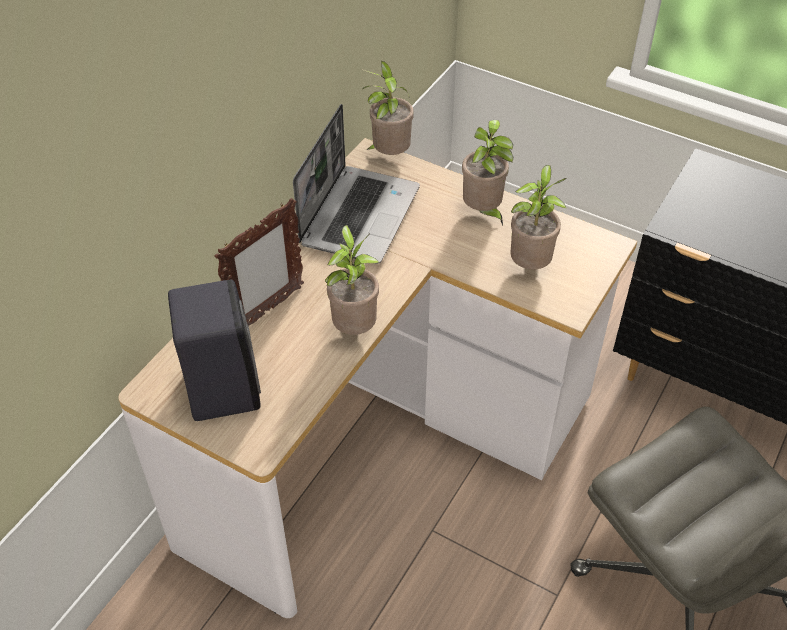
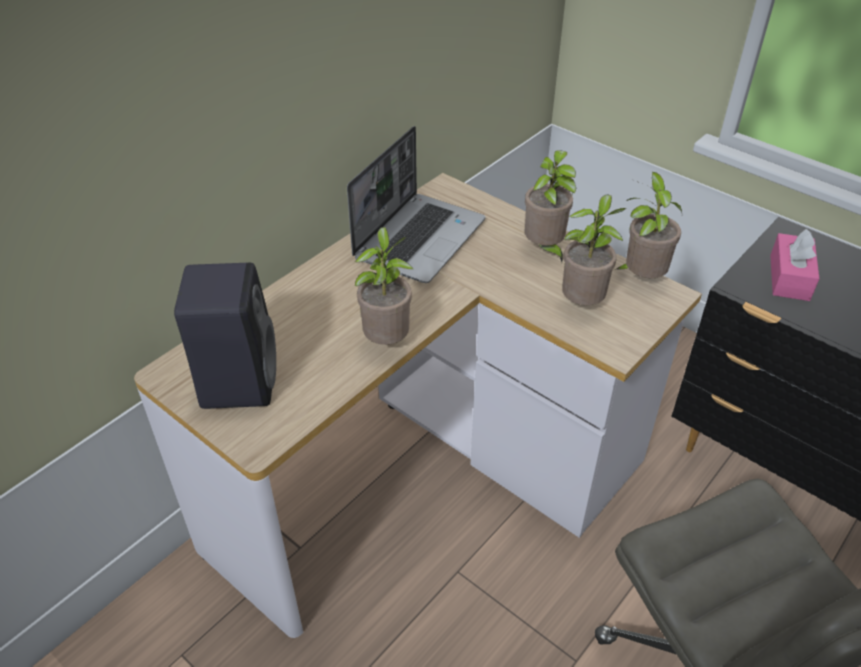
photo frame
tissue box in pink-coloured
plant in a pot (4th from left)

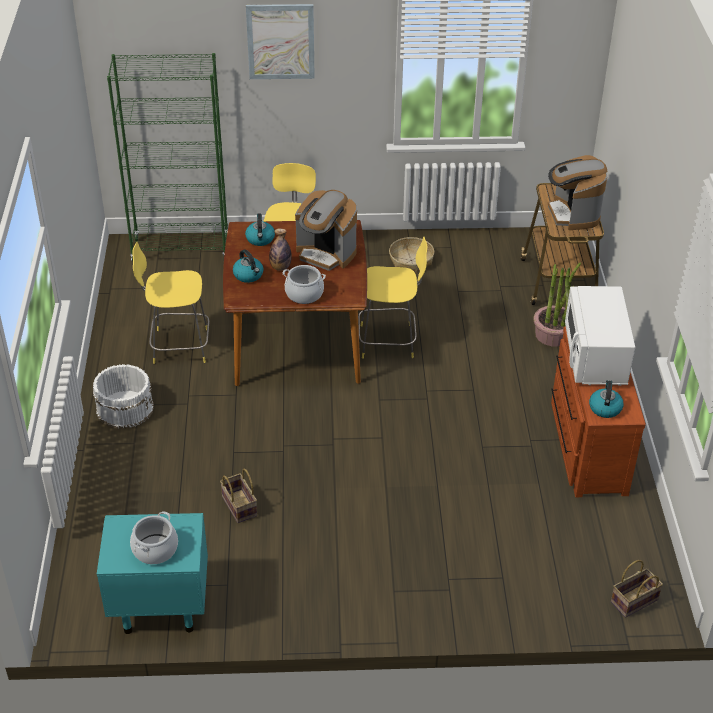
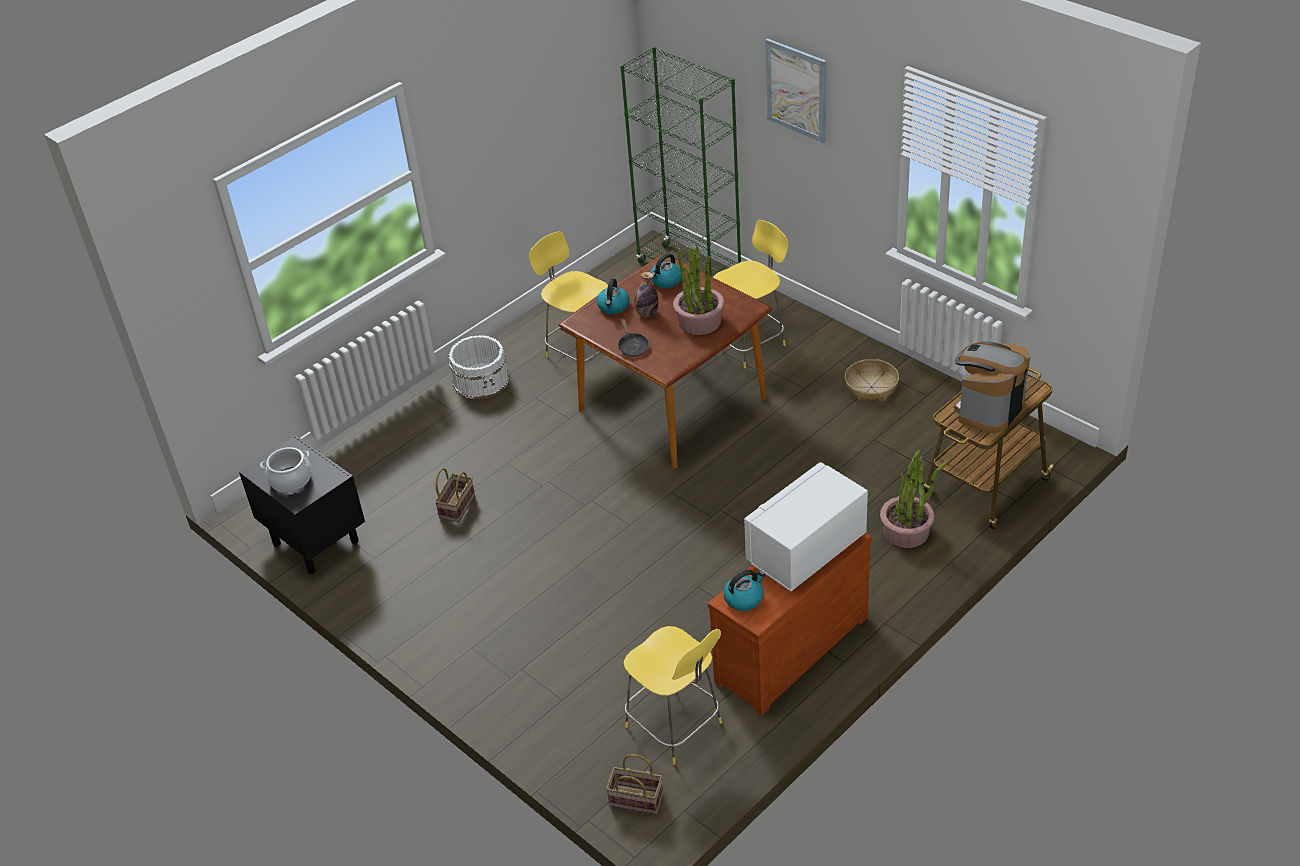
stool in yellowish (2nd from left)
skillet in black-coloured
plant in a pot (1st from left)
night table in black-coloured

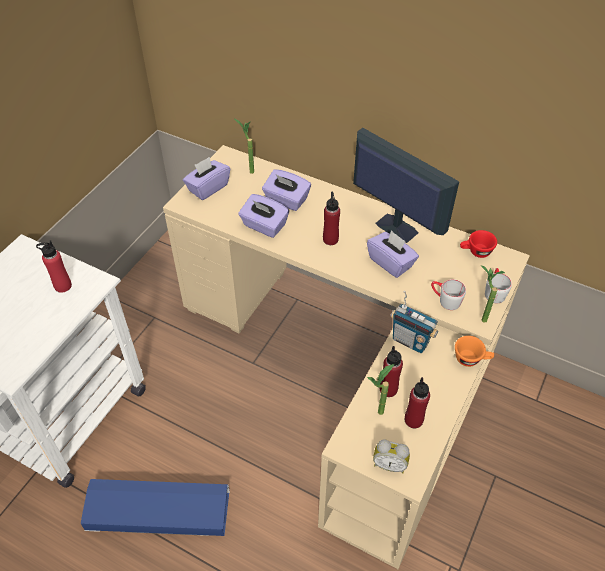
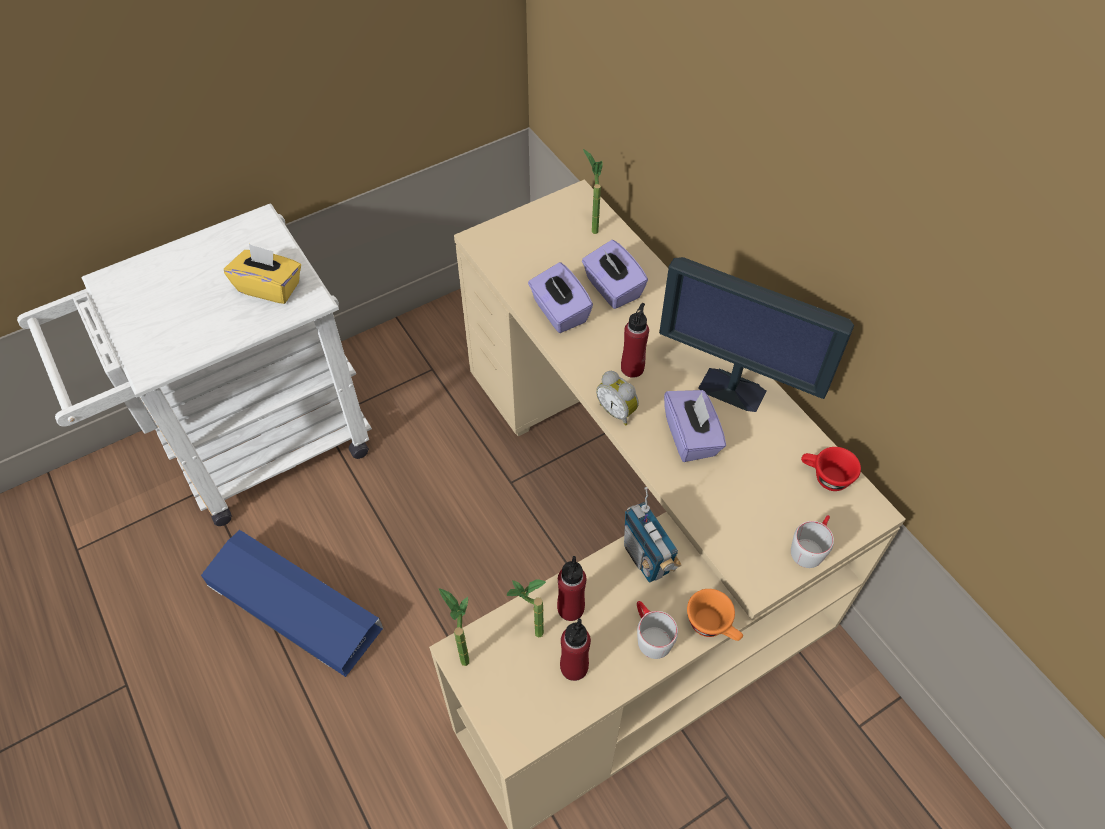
tissue box in purplish (1st from left in the first image)
bedside clock
coffee mug in gray (1st from left)
plant in a pot (1st from left)
tissue box in yellowish
computer screen

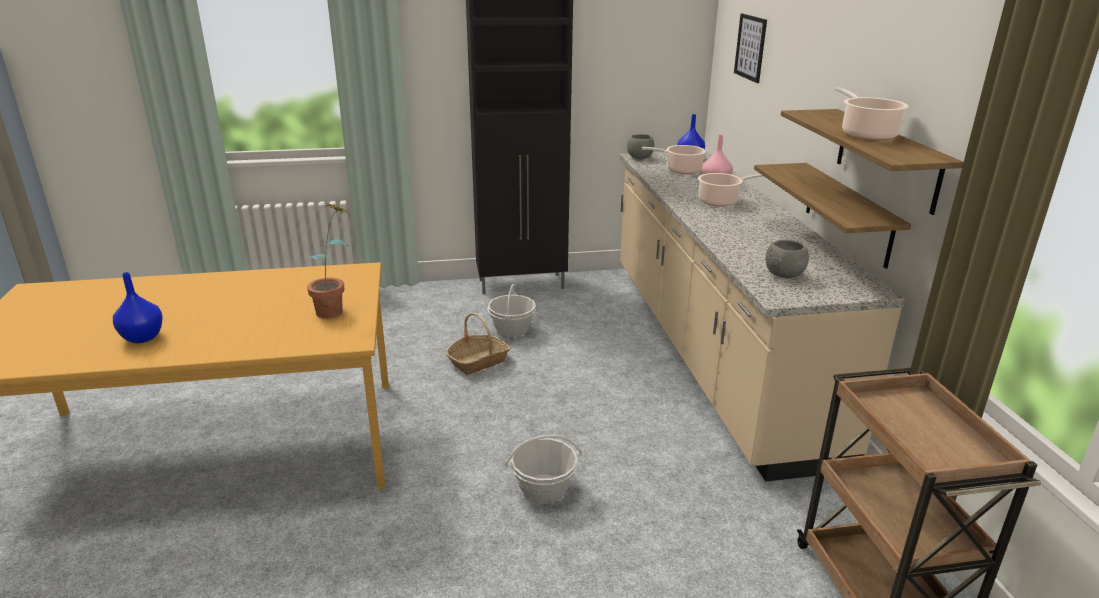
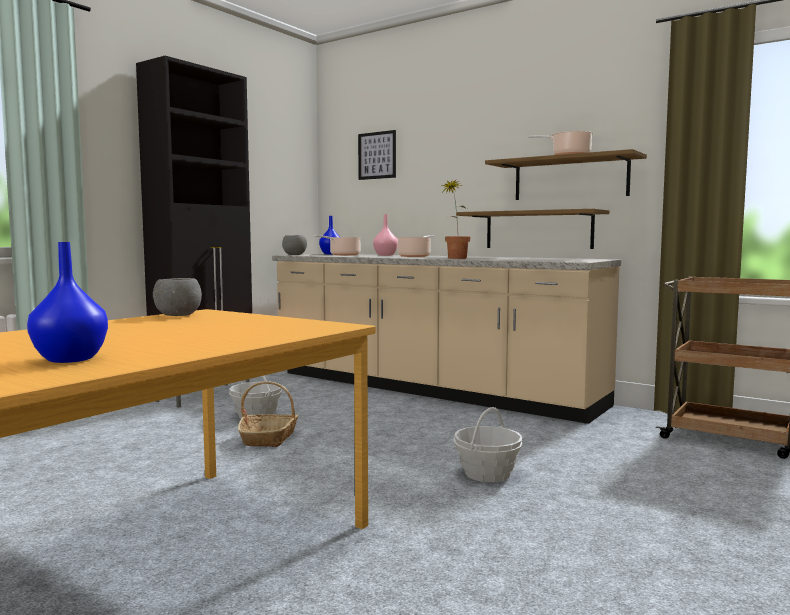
plant in a pot
deep dish in gray (1st from left)

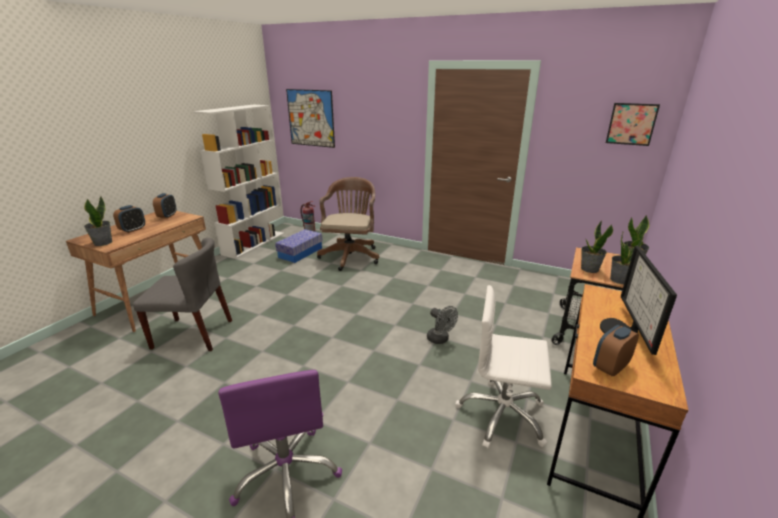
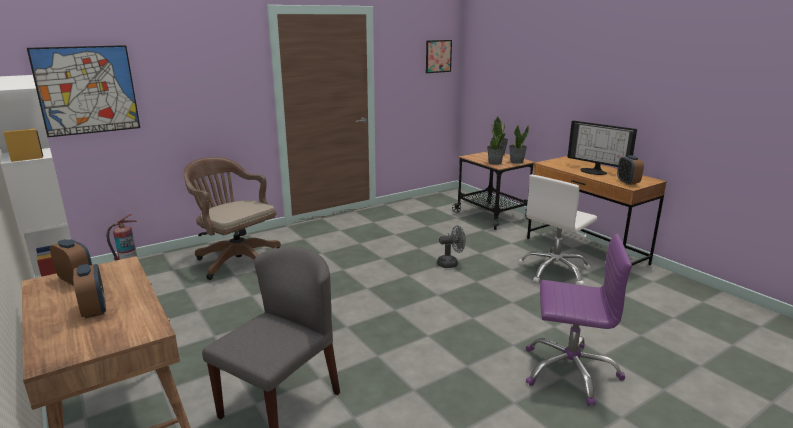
plant in a pot (1st from left in the first image)
storage container

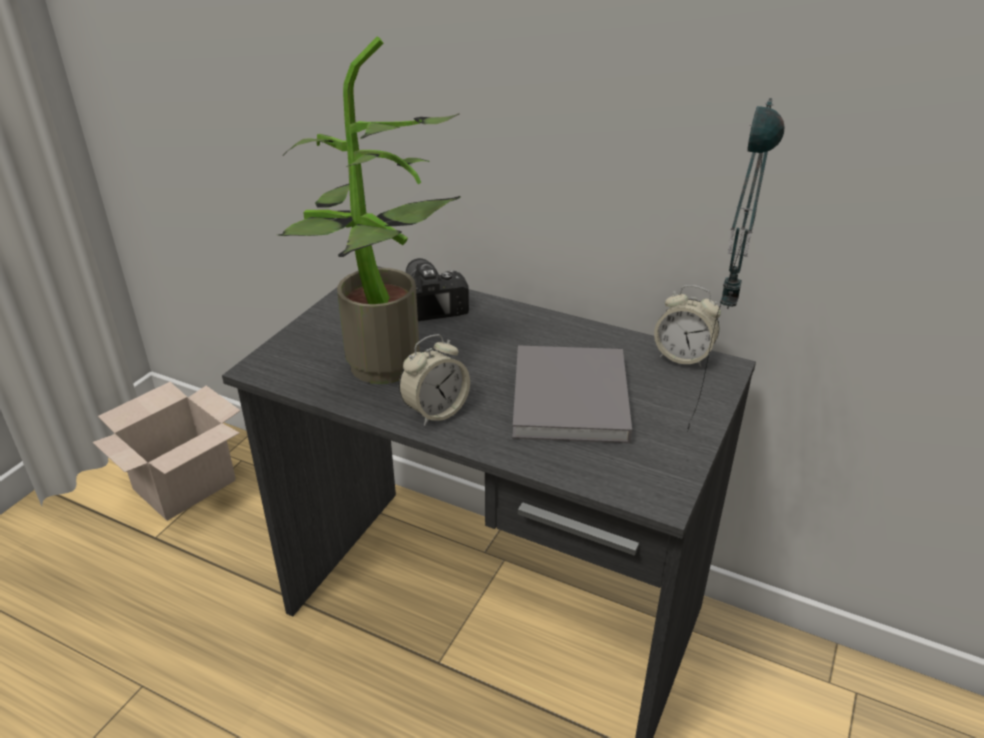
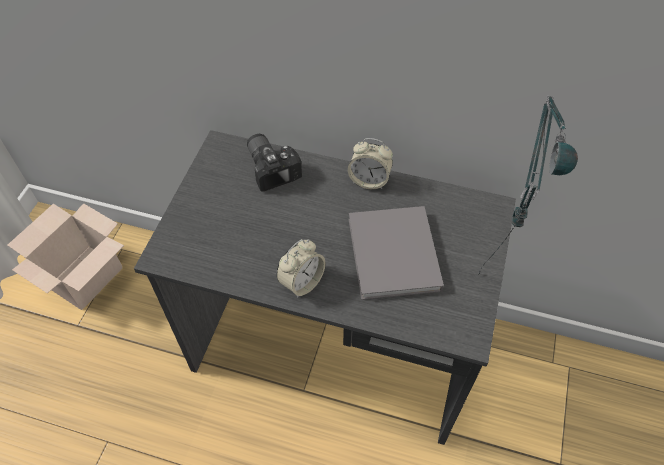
plant in a pot
bedside clock (2nd from left)

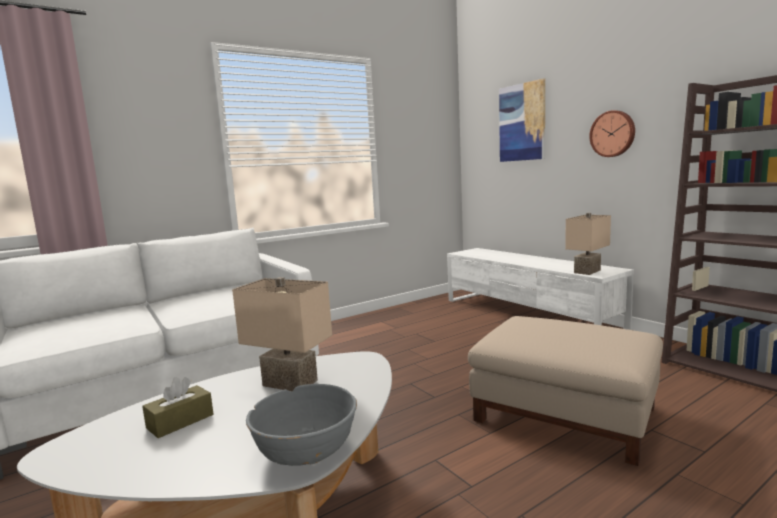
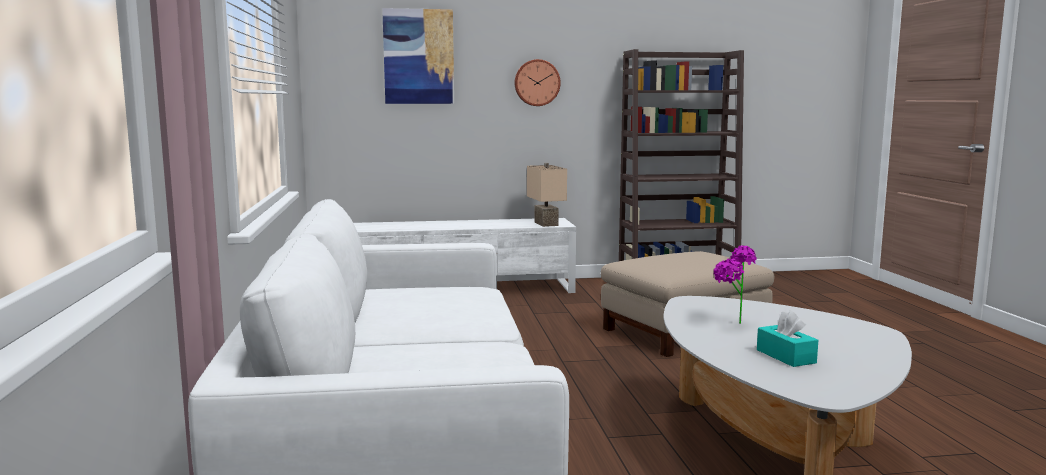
deep dish in gray
plant in a pot
tissue box in turquoise-coloured

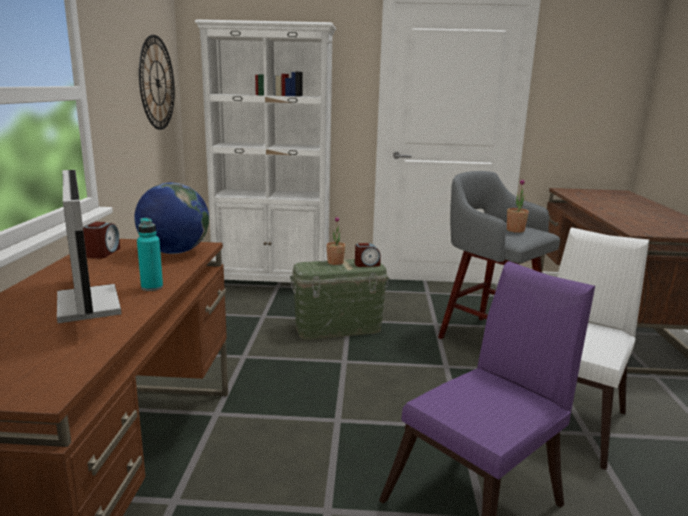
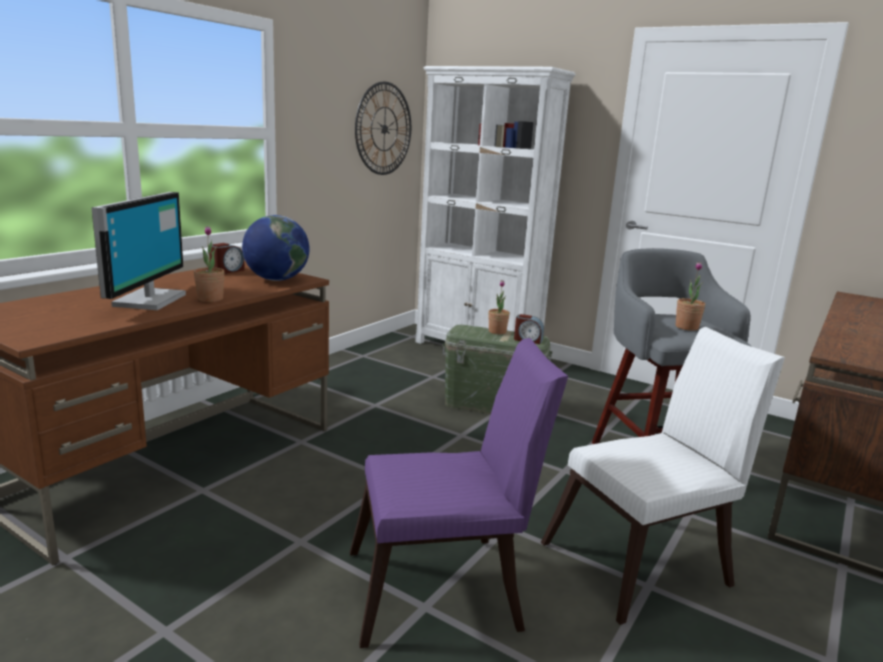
plant in a pot (1st from left)

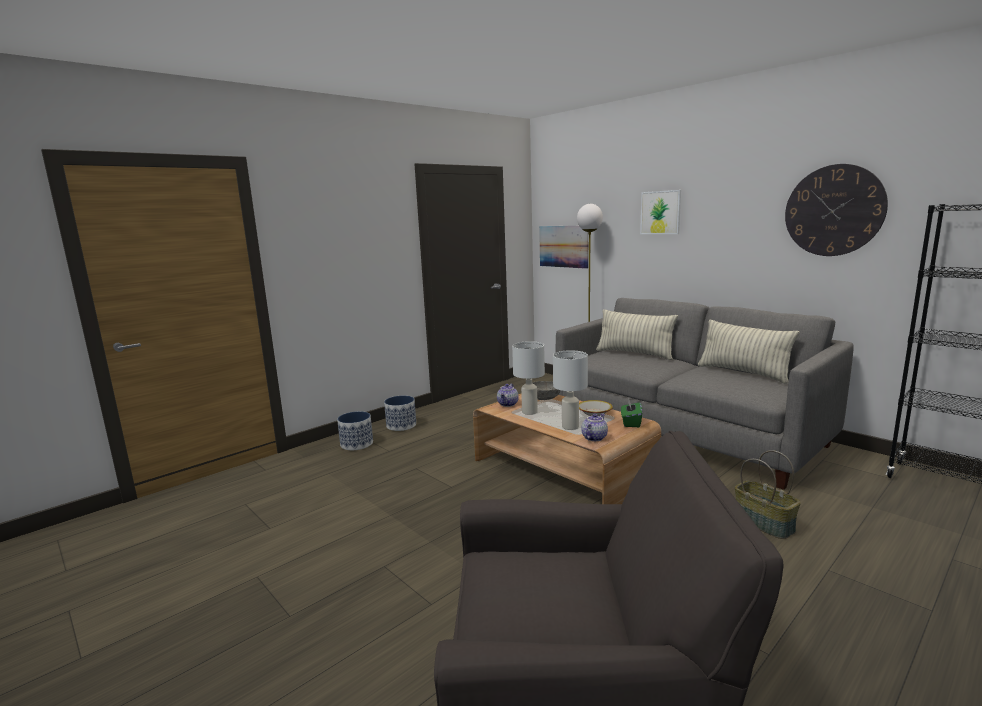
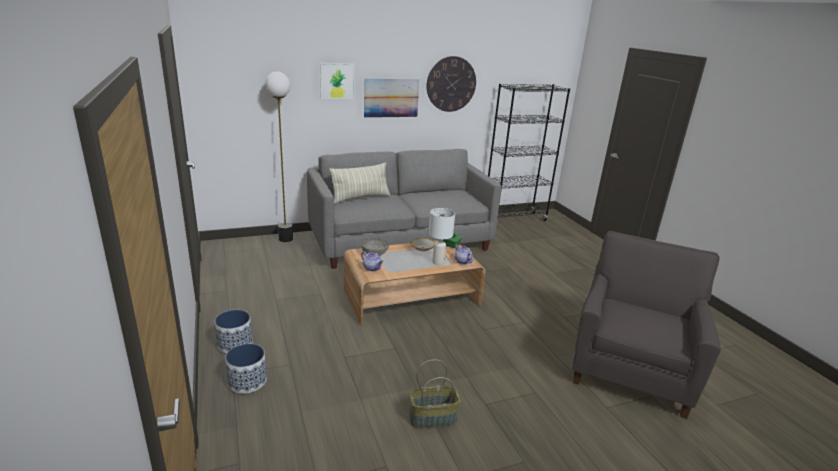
table lamp in white-coloured (1st from left in the first image)
cushion (2nd from left in the first image)
picture (2nd from left)
basket

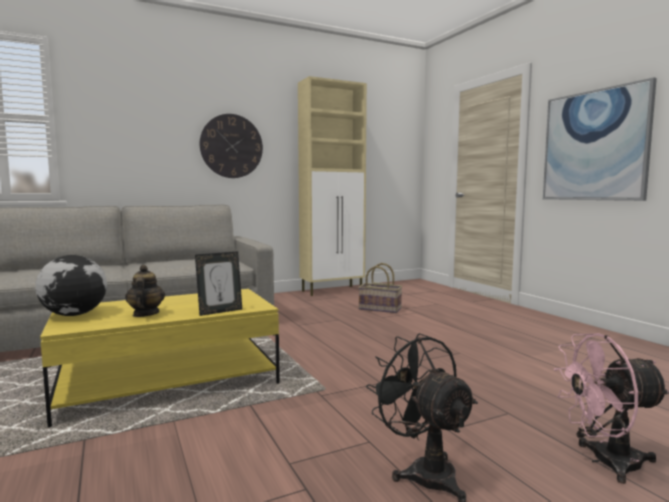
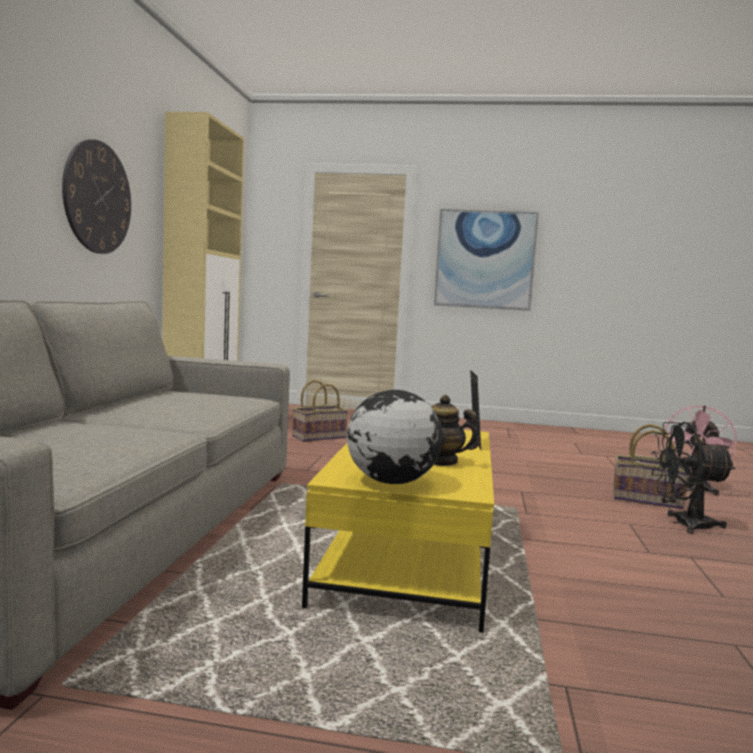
basket (2nd from left)

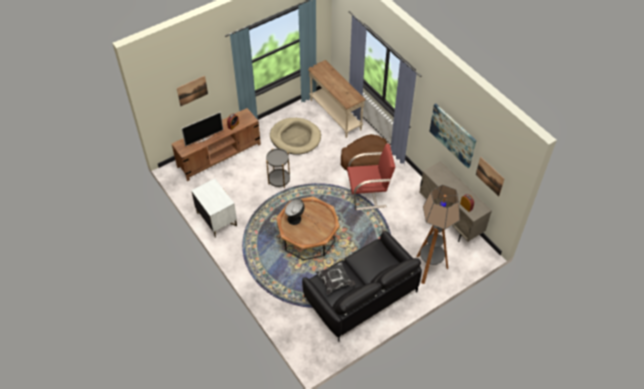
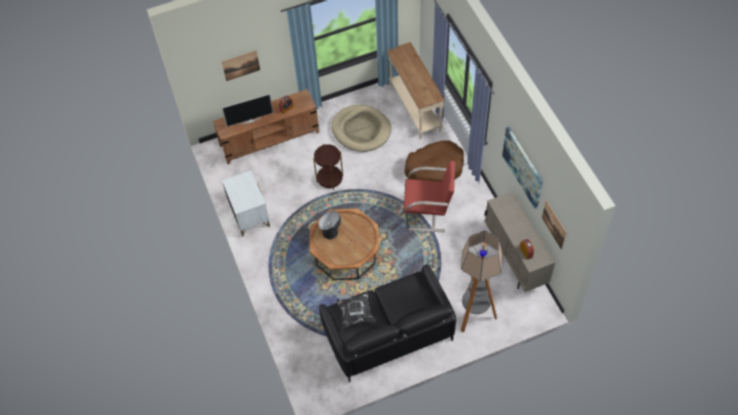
accent table in brown-coloured

